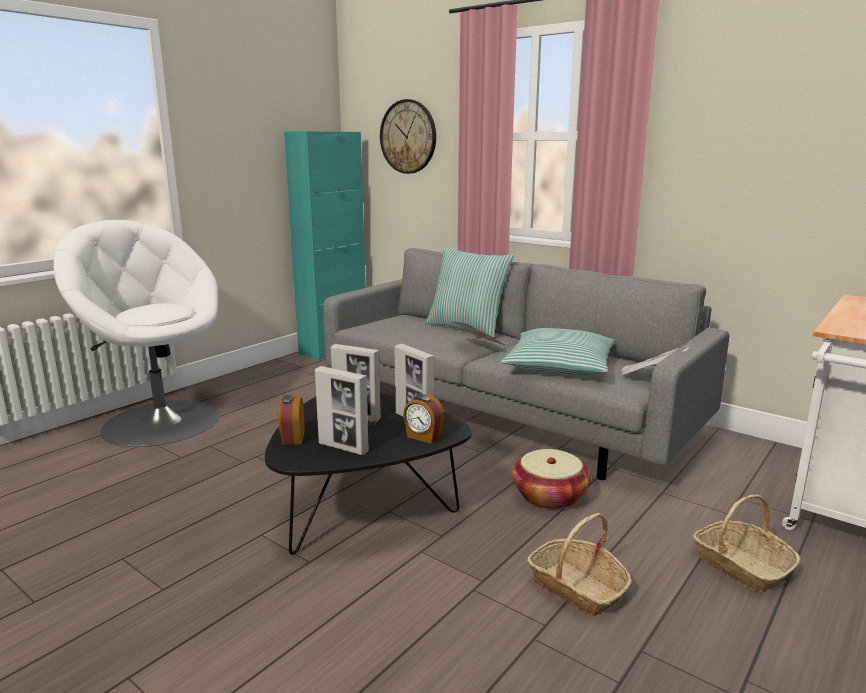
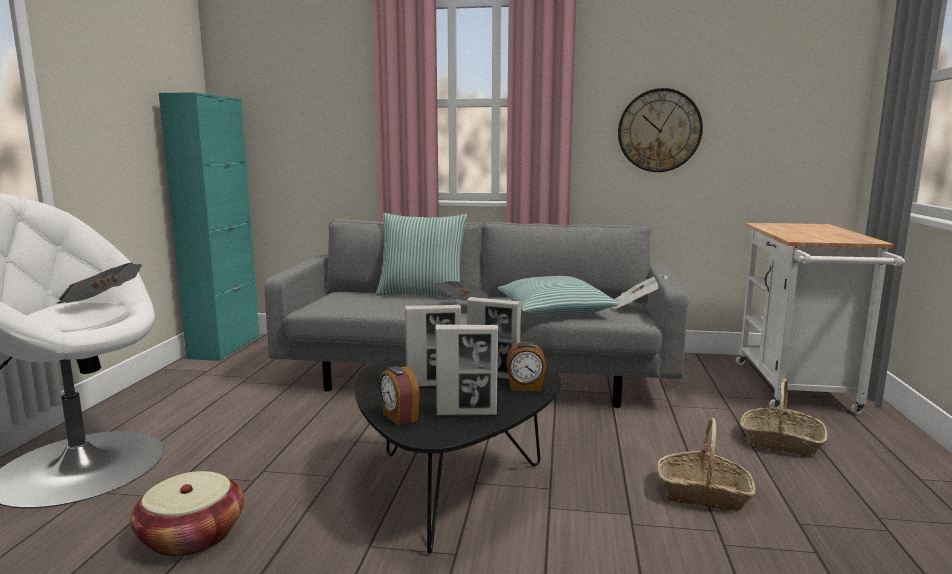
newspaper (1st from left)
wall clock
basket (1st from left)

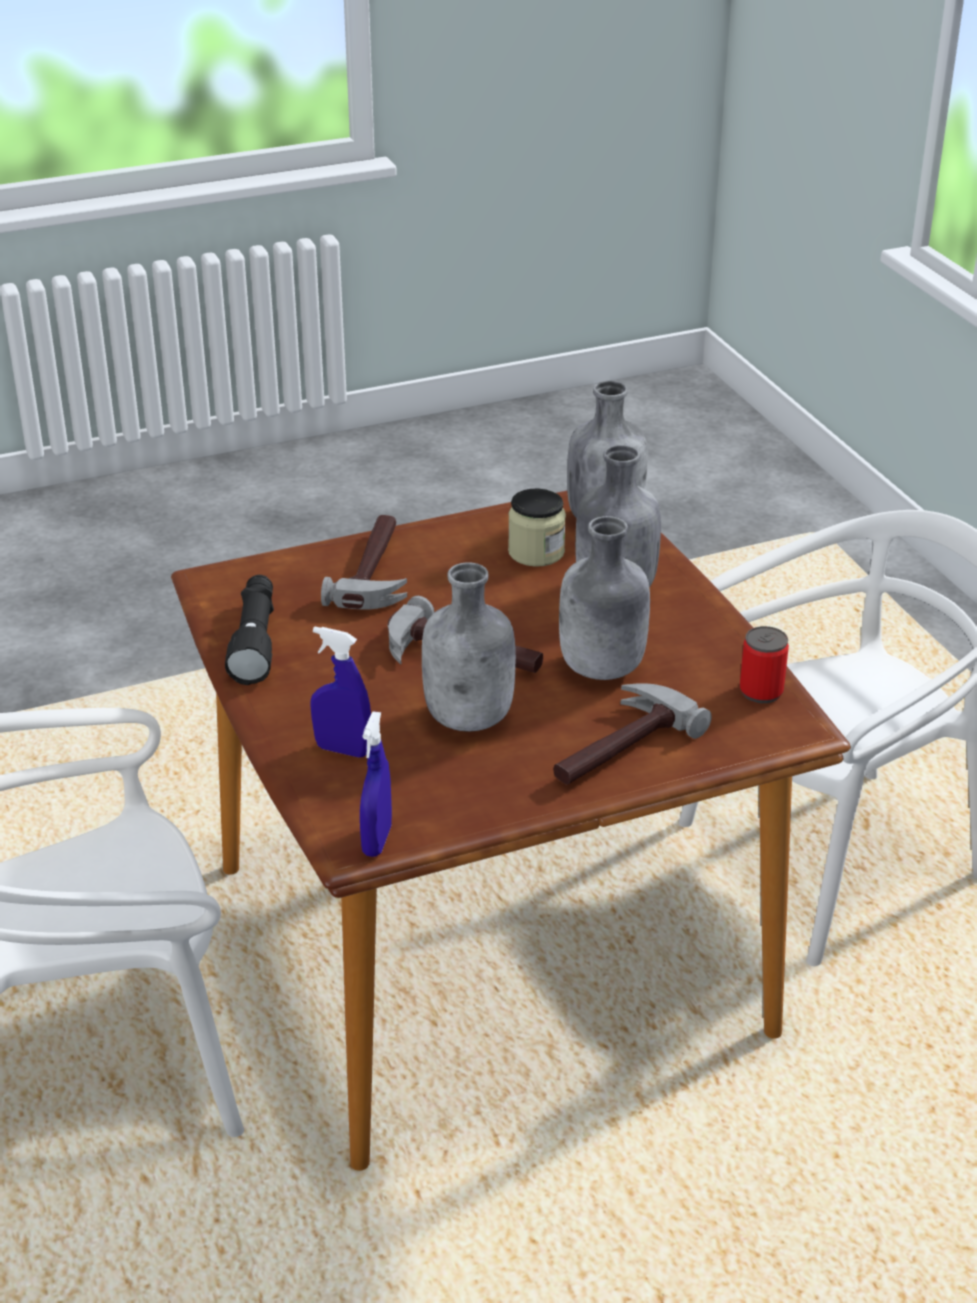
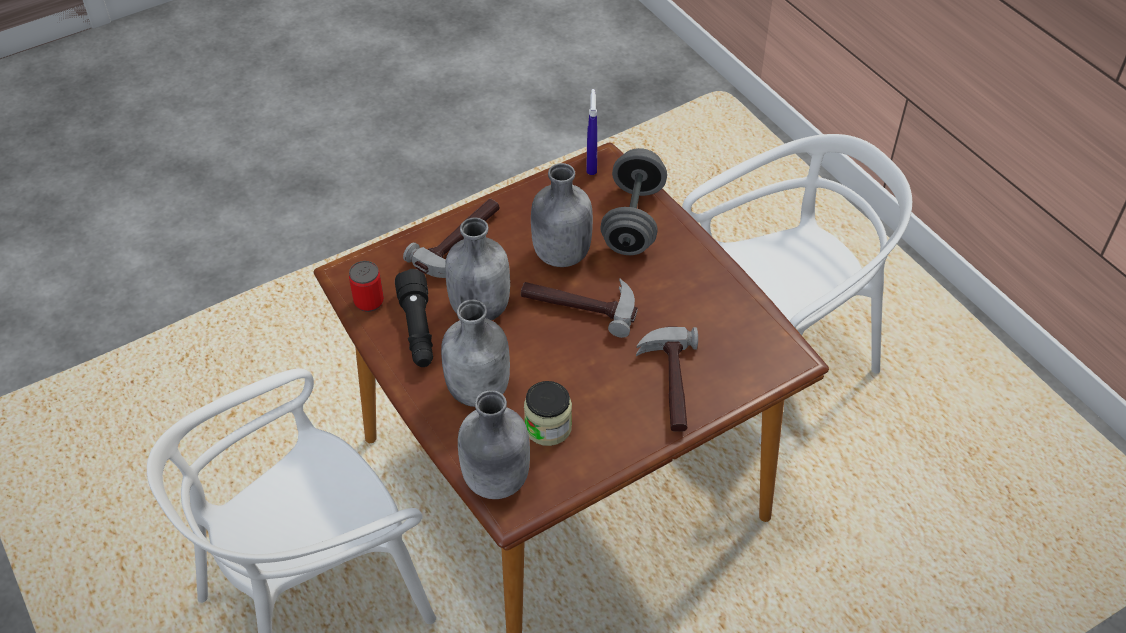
torch in black-coloured
hand weight in gray

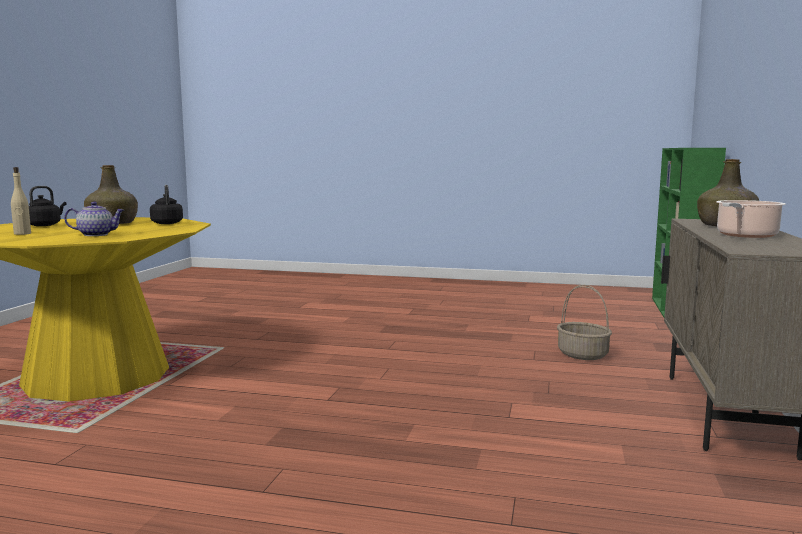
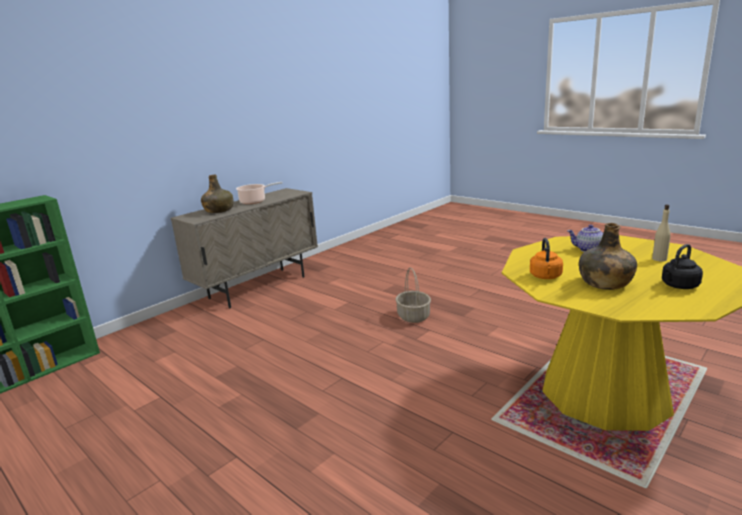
basket
tea kettle in orangey

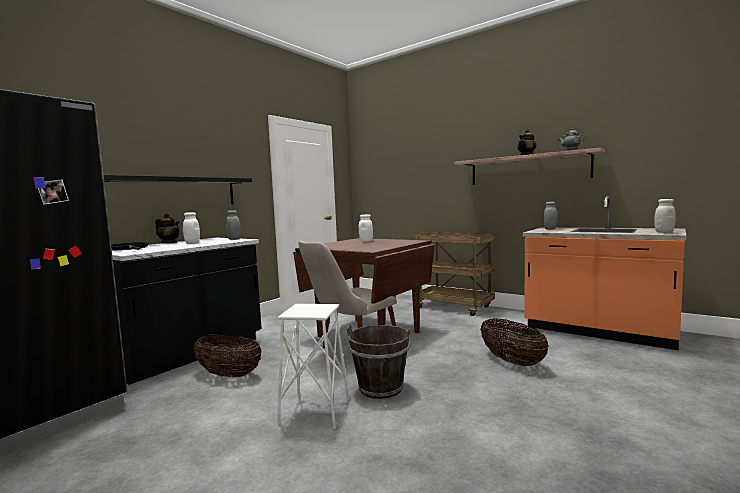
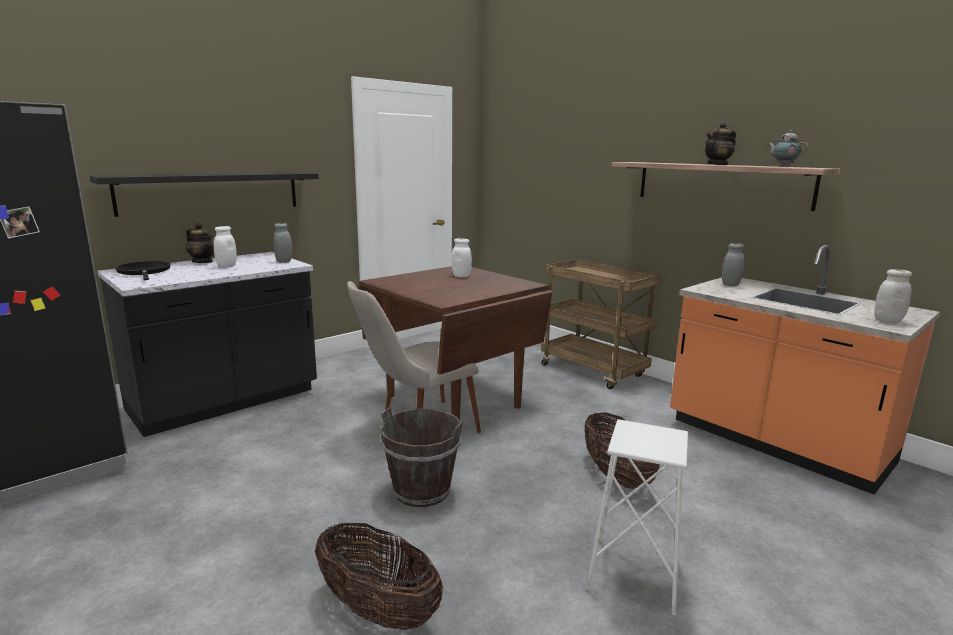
basket (1st from left)
stool in white-coloured

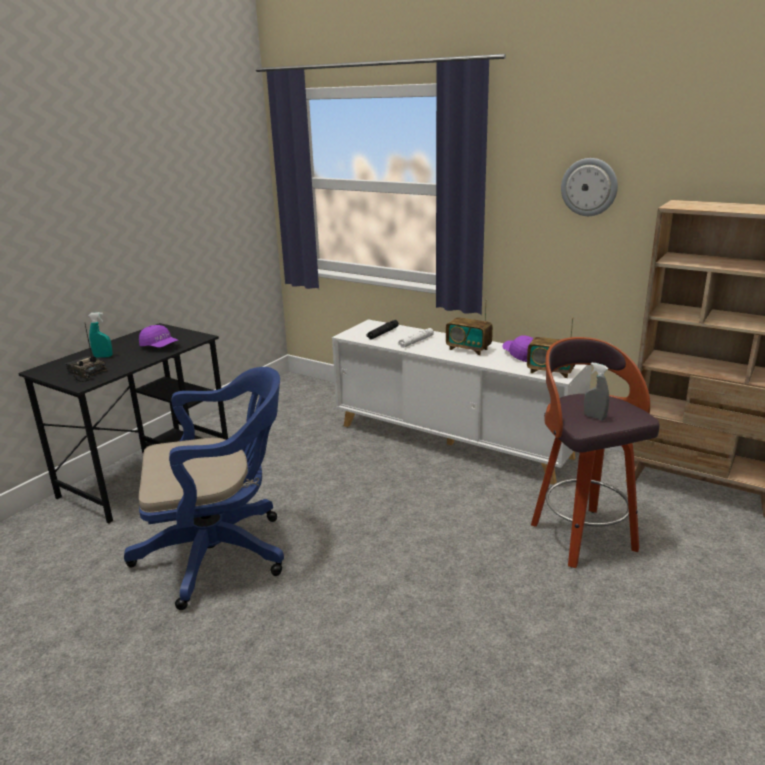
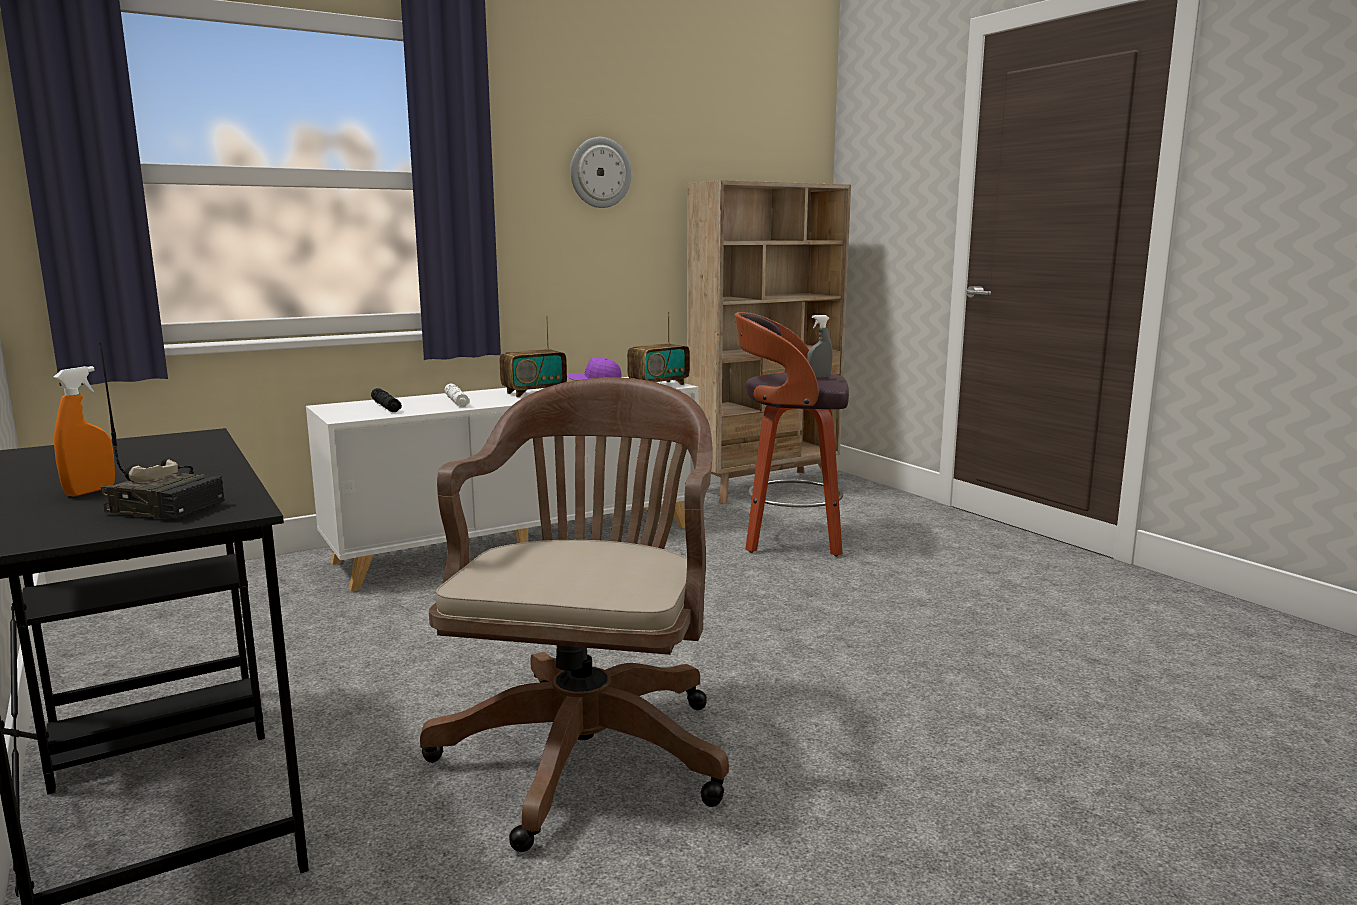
peaked cap in purplish (1st from left in the first image)
hand sprayer in orangey
desk chair in brown-coloured
radio receiver (1st from left)

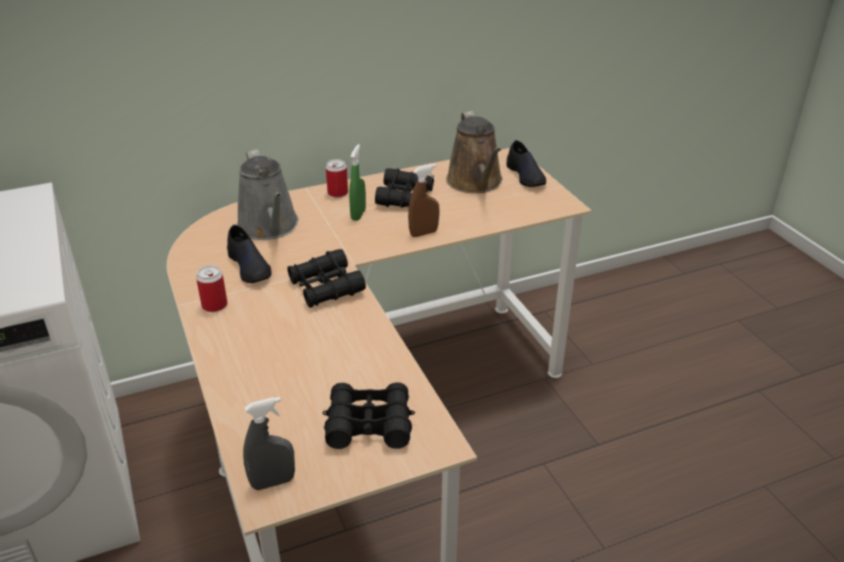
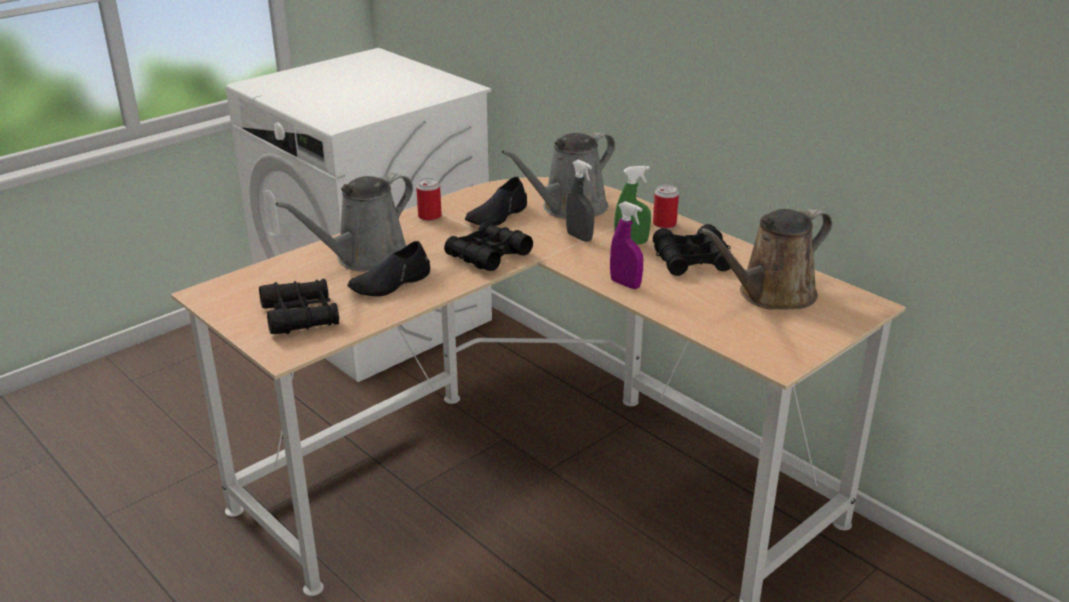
watering pot in gray (1st from left)
hand sprayer in gray
low shoe in black-coloured (1st from left)
hand sprayer in purplish

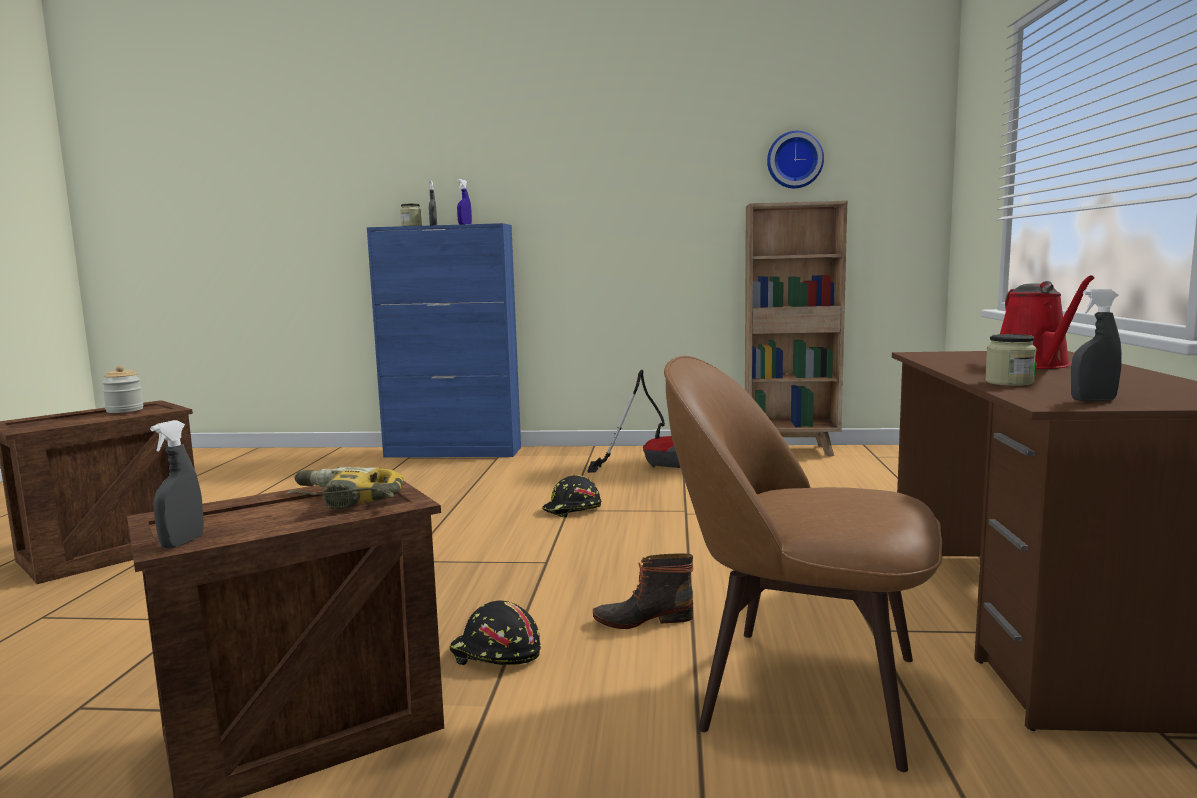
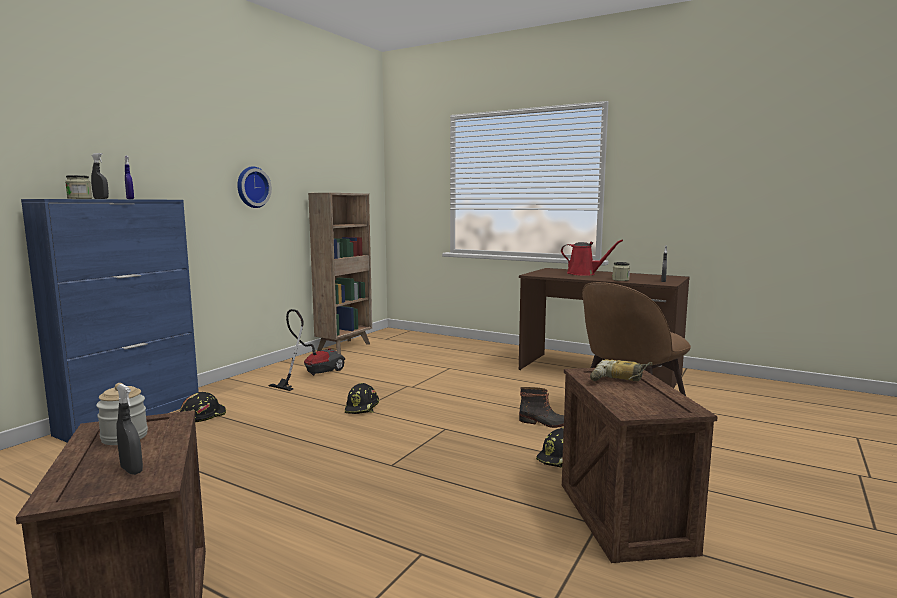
safety helmet in black-coloured (1st from left)
hand sprayer in gray (2nd from left)
wall clock
high-top boot

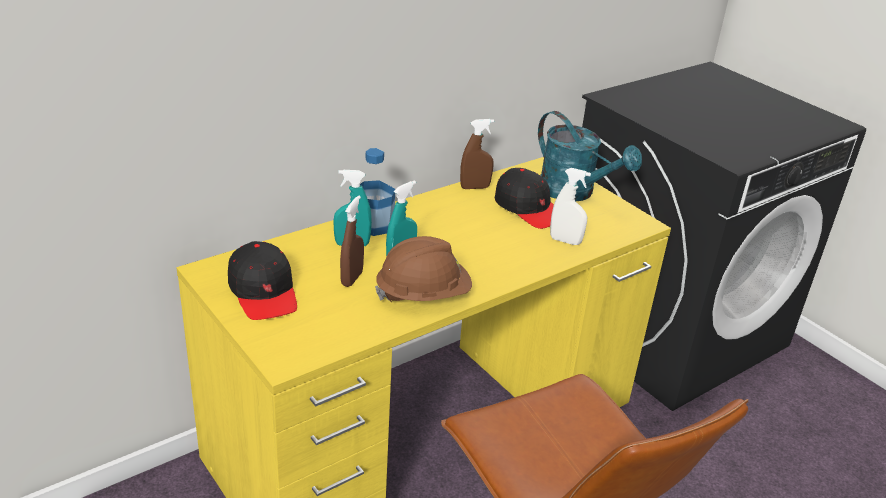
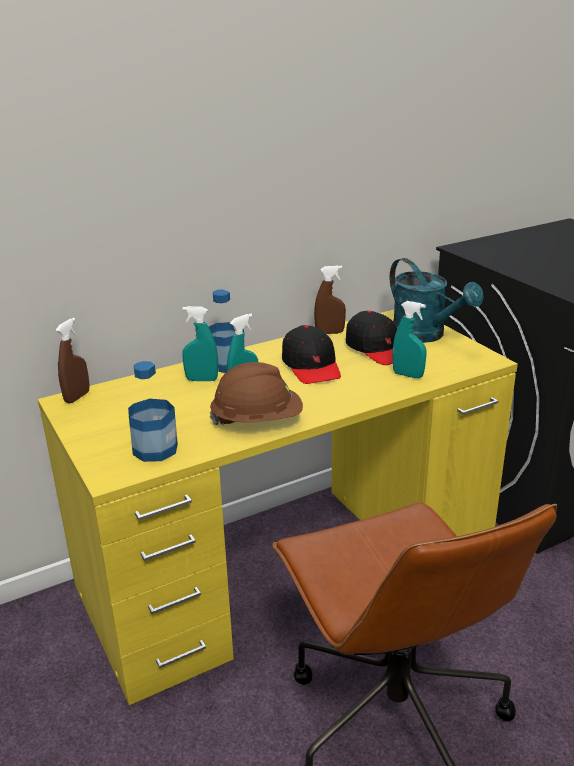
bottle (1st from left)
peaked cap in black-coloured (1st from left)
hand sprayer in brown-coloured (1st from left)
hand sprayer in turquoise-coloured (3rd from left)

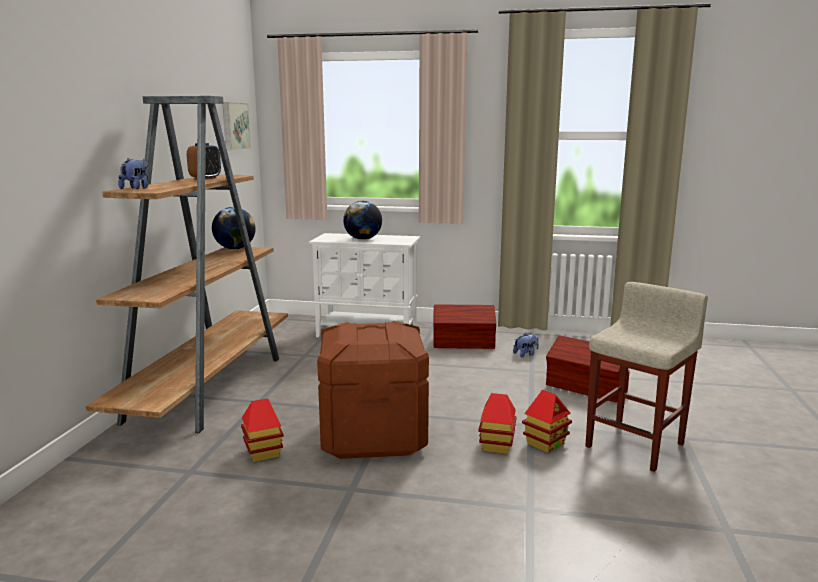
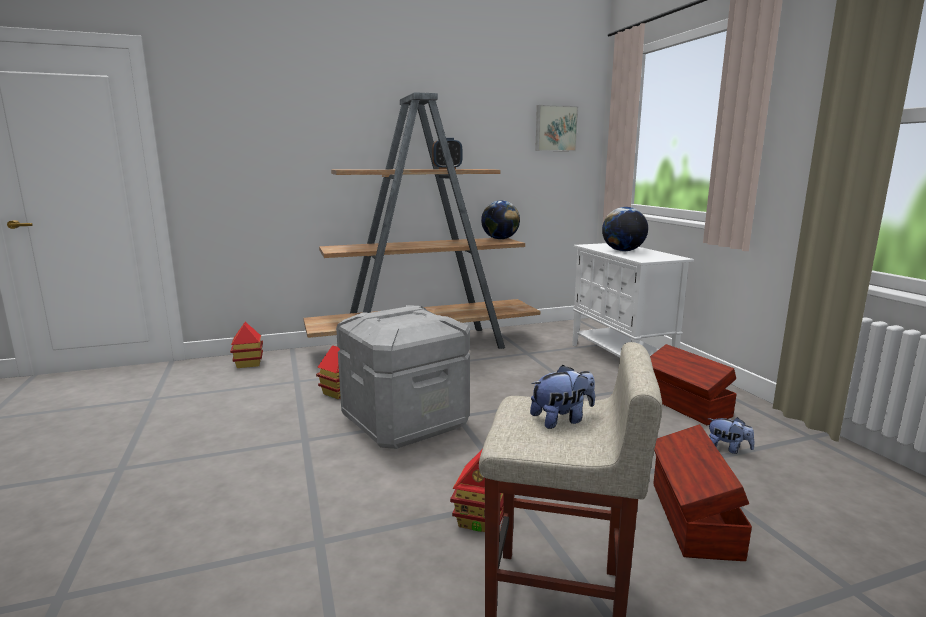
soft toy (1st from left)
toy house (1st from left)
storage container in gray

